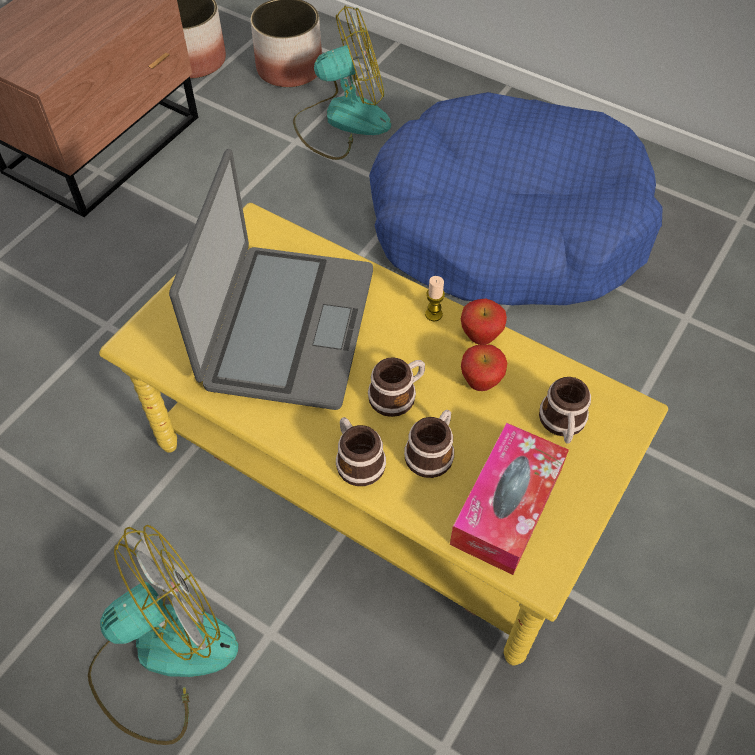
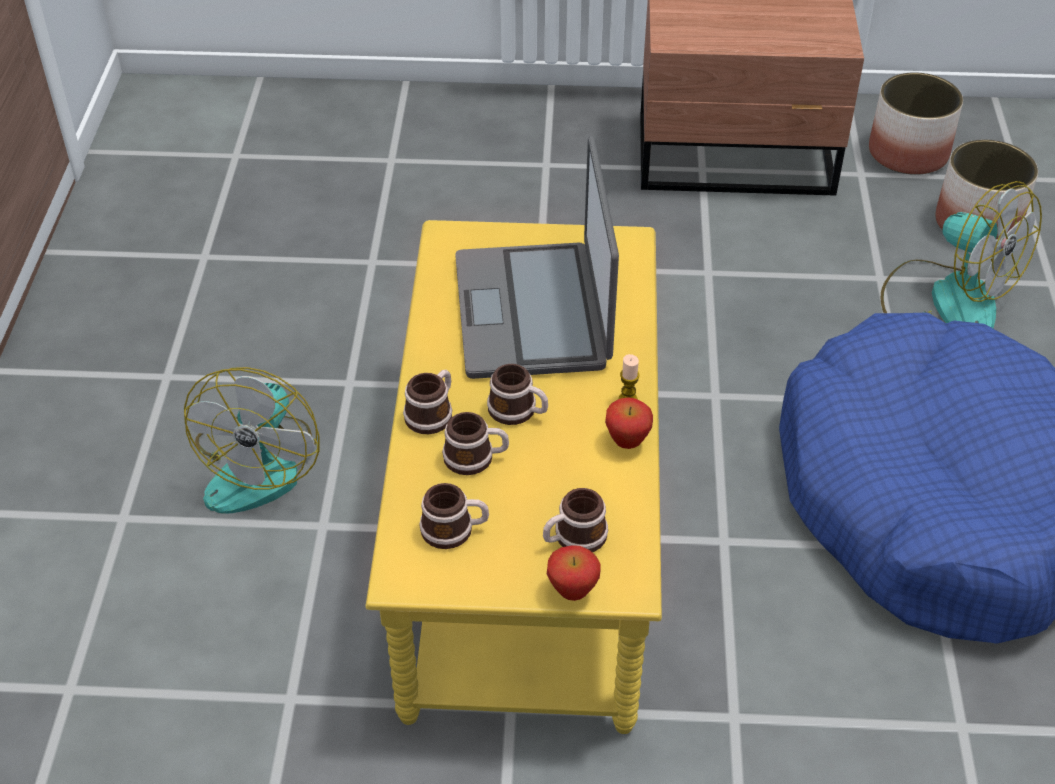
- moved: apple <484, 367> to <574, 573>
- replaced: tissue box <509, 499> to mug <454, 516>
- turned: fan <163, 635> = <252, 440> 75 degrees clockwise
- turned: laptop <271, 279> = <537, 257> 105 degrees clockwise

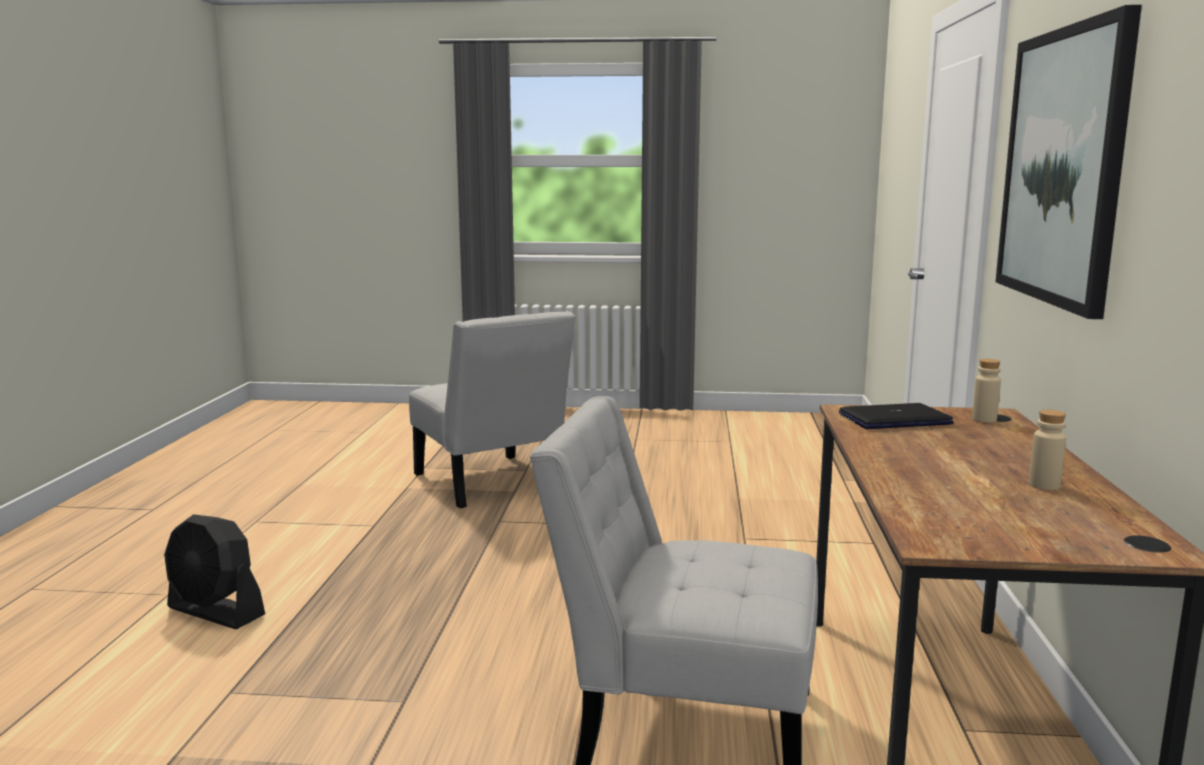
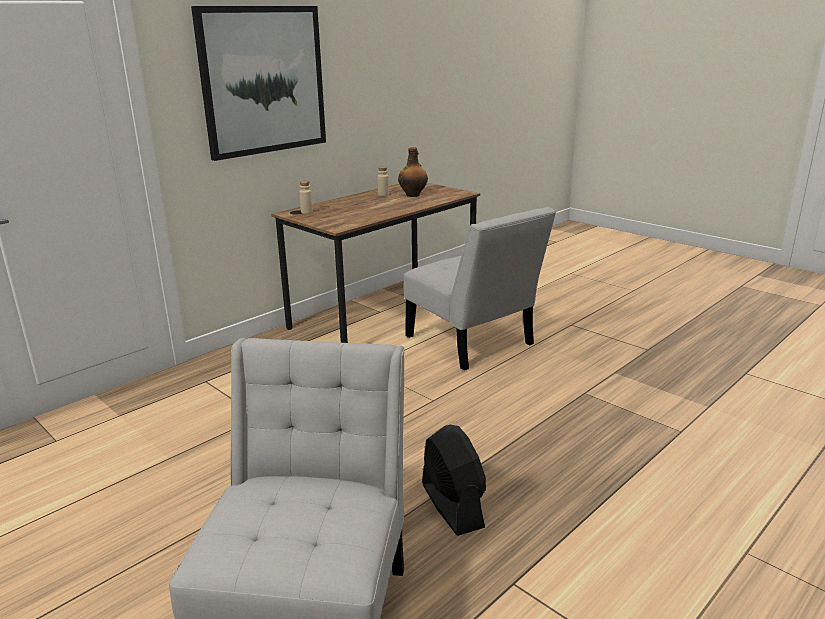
- removed: laptop <896, 416>
- added: bottle <413, 172>
- moved: fan in black <214, 571> to <454, 480>

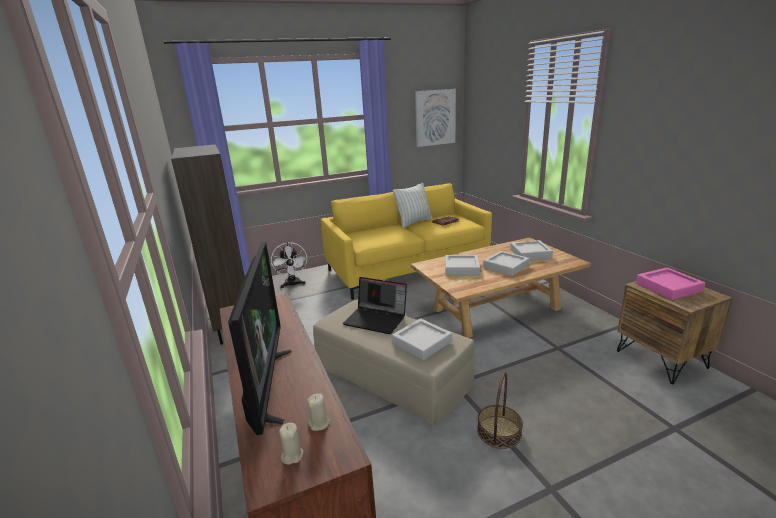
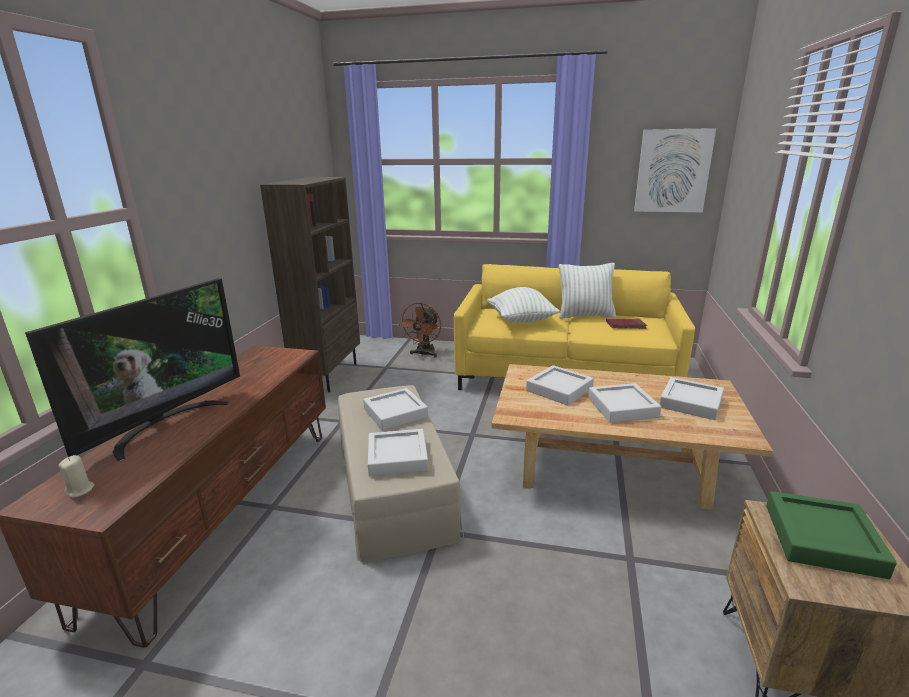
- removed: candle in beige <318, 412>
- removed: basket <500, 410>
- added: pillow <523, 304>
- replaced: laptop <375, 305> to tray in grey <395, 409>
- recoloured: fan in white <289, 265> to fan in brown <420, 330>
- recoloured: tray in pink <670, 283> to tray in green <831, 535>

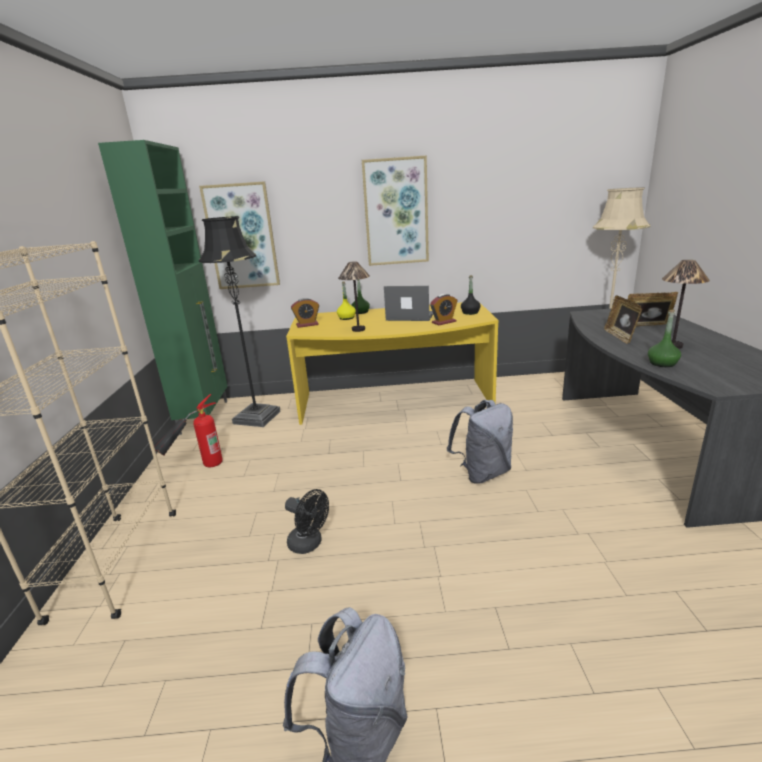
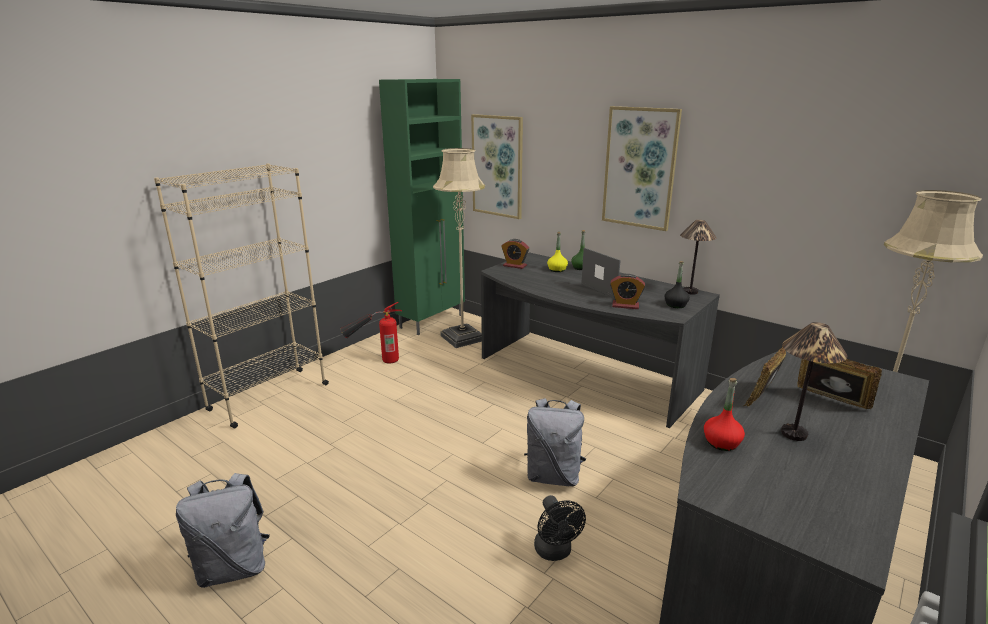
- moved: fan in black <307, 521> to <560, 528>
- moved: table lamp <354, 296> to <698, 257>
- recoloured: floor lamp in black <240, 321> to floor lamp in beige <459, 248>
- recoloured: desk in yellow <392, 363> to desk in grey <600, 340>
- recoloured: bottle in green <664, 338> to bottle in red <724, 414>

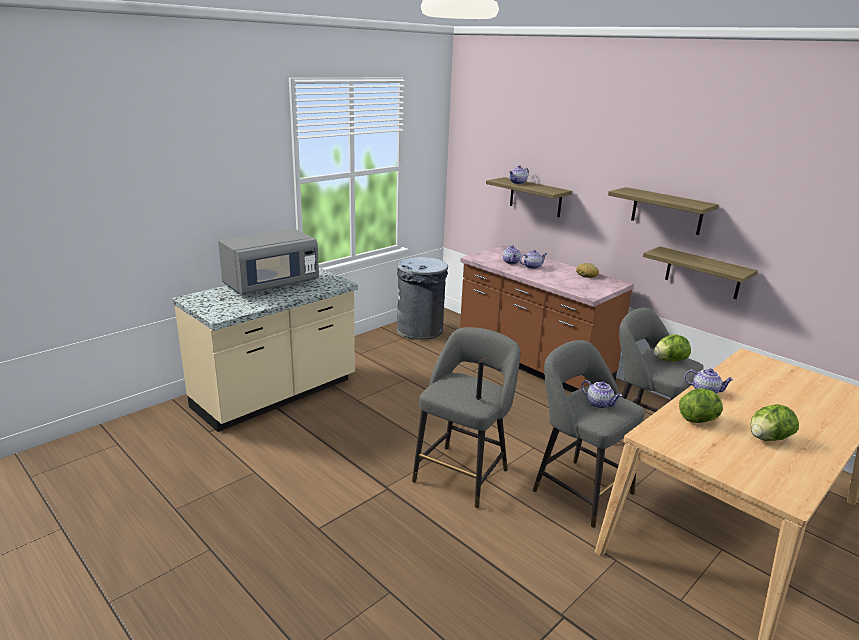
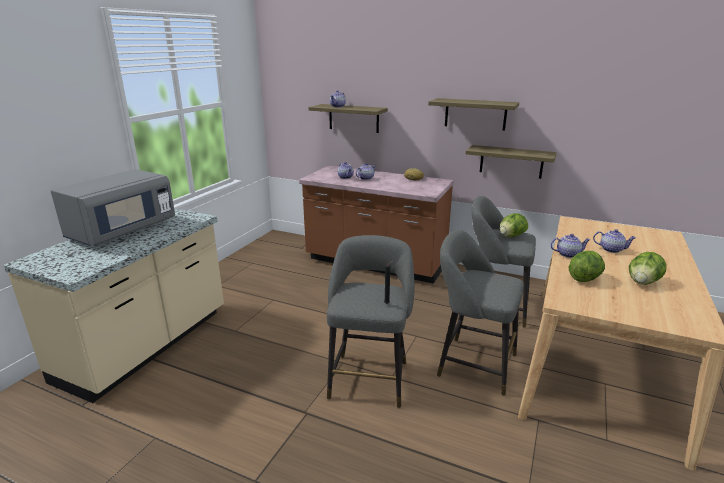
- removed: trash can in grey <422, 298>
- moved: teapot <601, 394> to <614, 241>

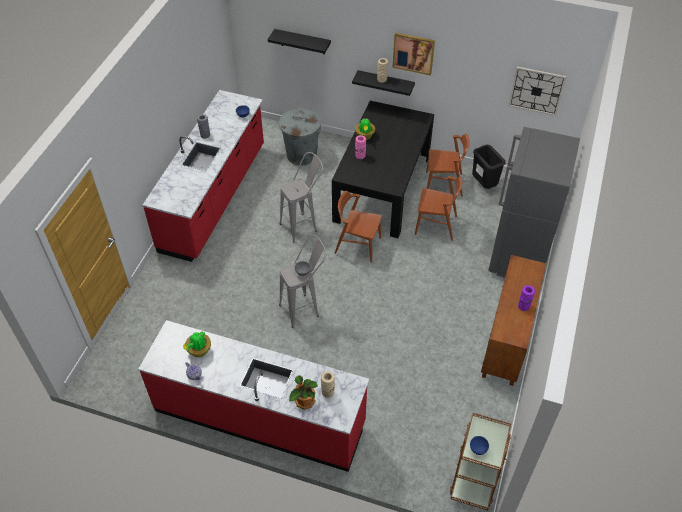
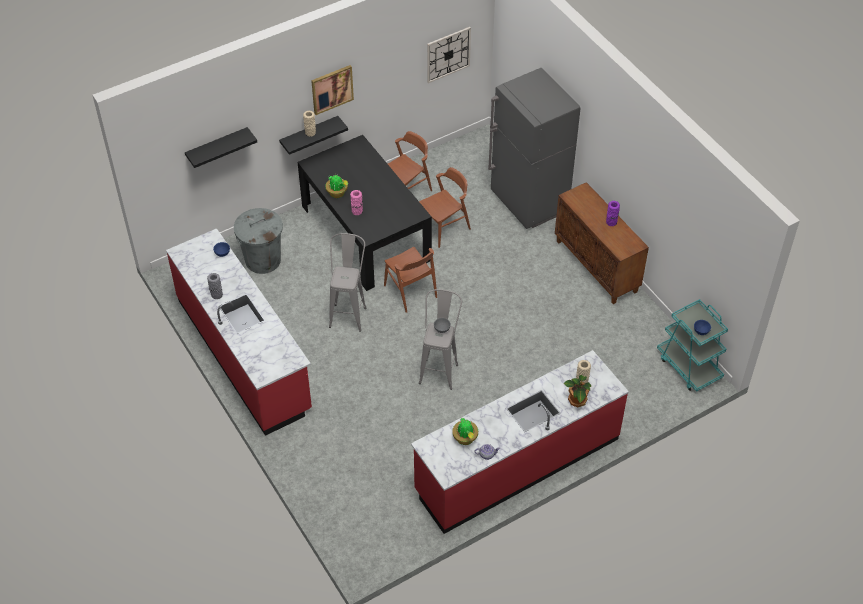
- removed: trash can in black <489, 167>
- recoloured: cart in brown <480, 462> to cart in turquoise <692, 345>
- turned: chair in brown <358, 227> = <410, 280> 90 degrees counterclockwise

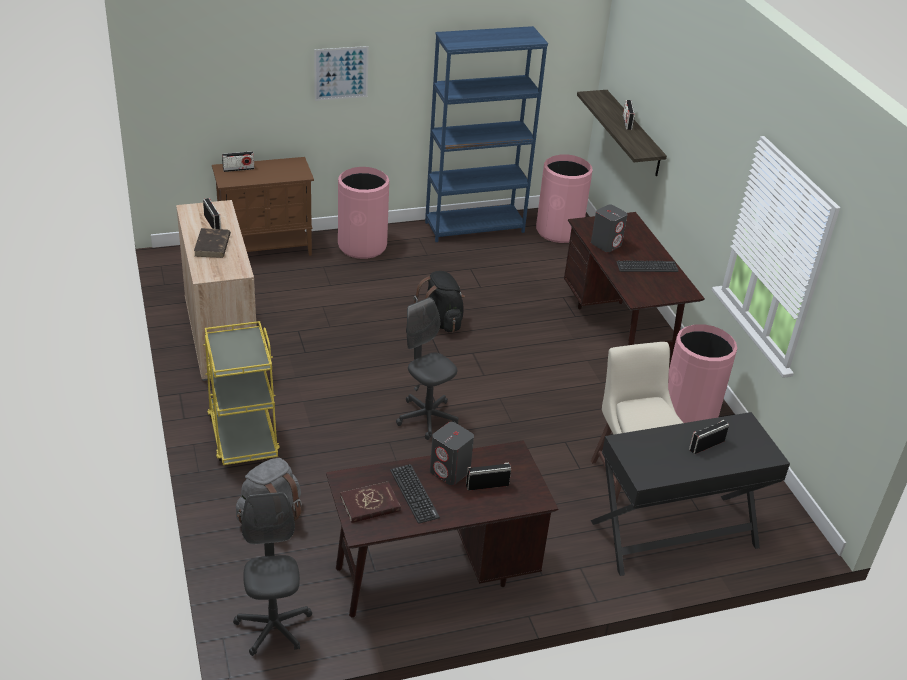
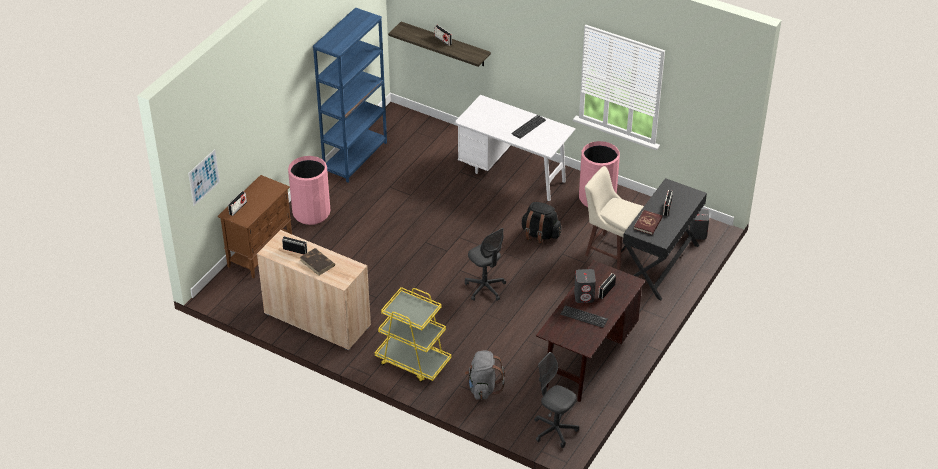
- removed: trash can in pink <564, 199>
- moved: picture <341, 73> to <204, 177>
- moved: book in red <370, 502> to <648, 222>
- moved: backpack in black <439, 301> to <541, 223>
- moved: speaker in grey <609, 228> to <699, 224>
- recoloured: desk in brown <634, 289> to desk in white <515, 148>
- turned: office chair in grey <427, 368> = <485, 264> 135 degrees counterclockwise

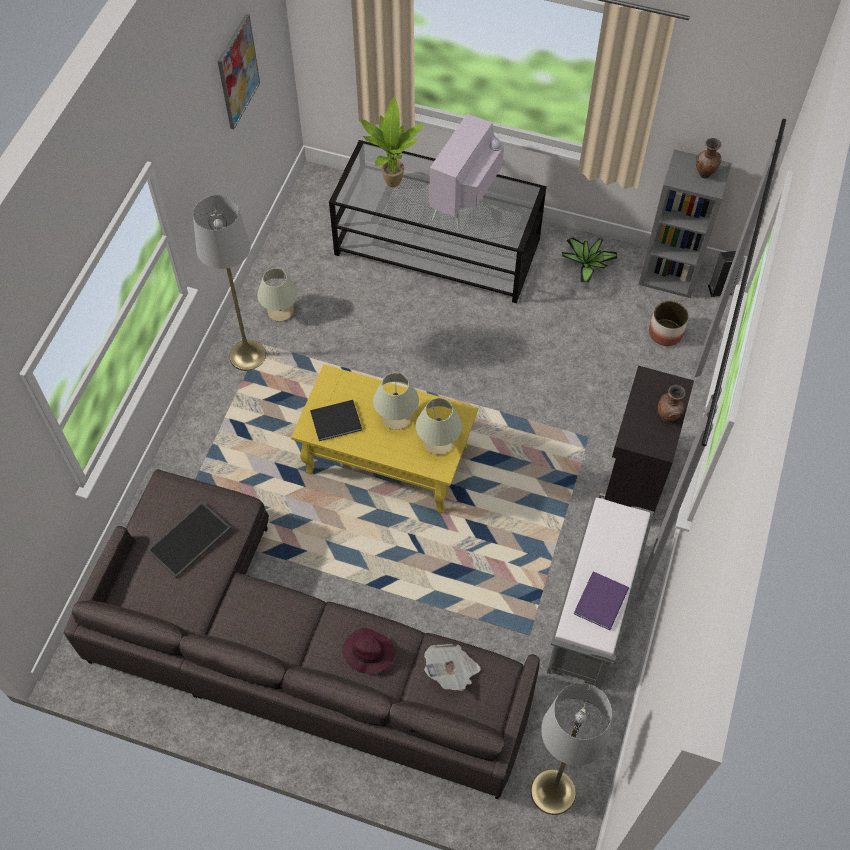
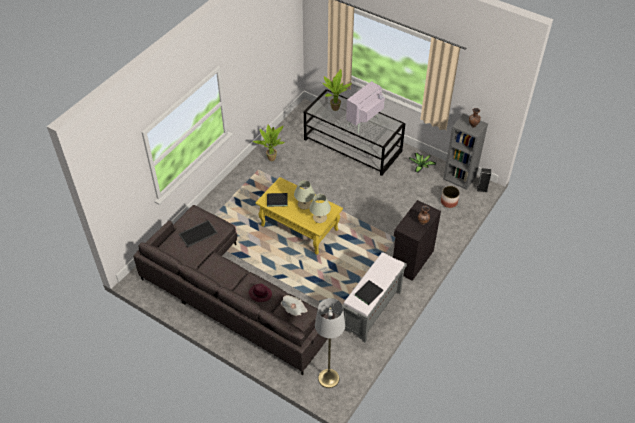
- removed: floor lamp in grey <229, 283>
- removed: picture <239, 71>
- replaced: table lamp in beige <277, 295> to potted plant <269, 142>
- recoloured: book in purple <601, 600> to book in black <369, 292>

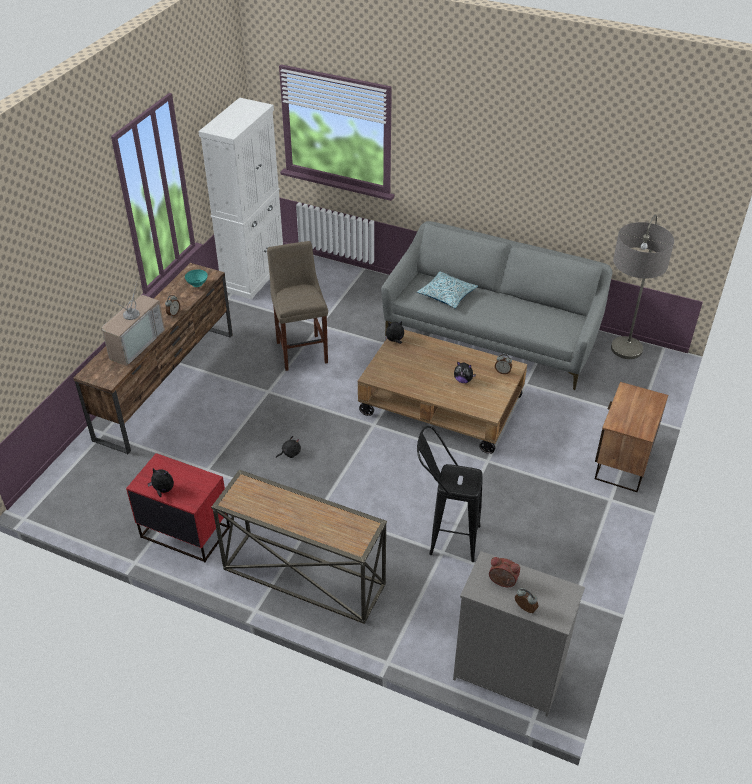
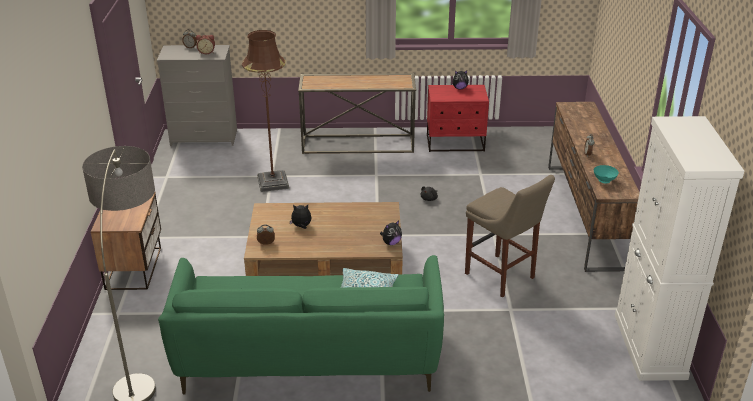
- removed: television <133, 322>
- replaced: stool in black <450, 494> to floor lamp in brown <265, 111>
- recoloured: sofa in grey <497, 305> to sofa in green <301, 325>

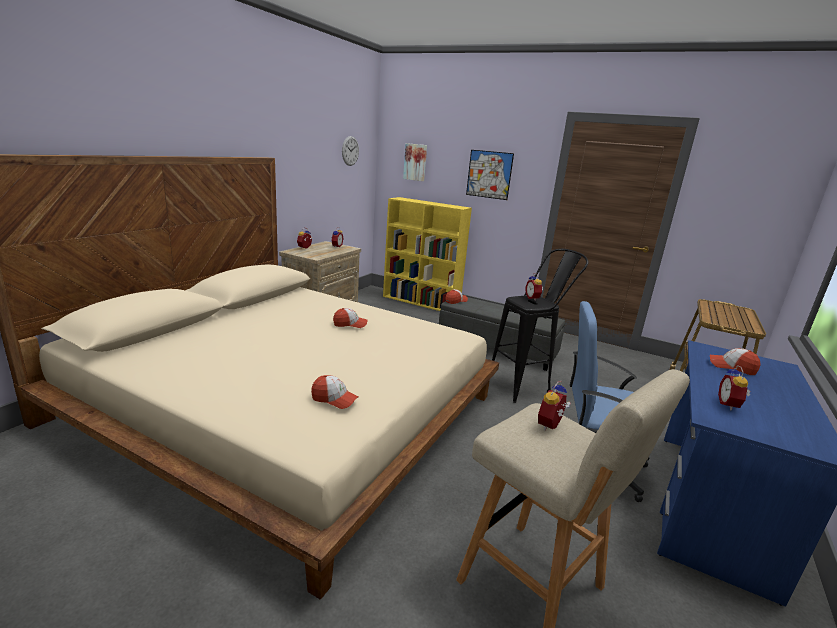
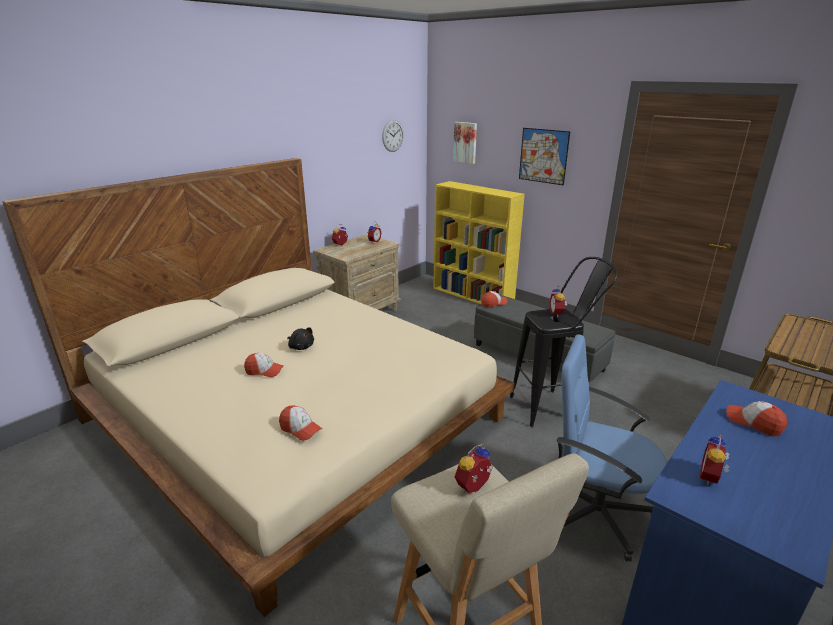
- added: plush toy in black <300, 338>
- moved: cap <350, 318> to <264, 365>

